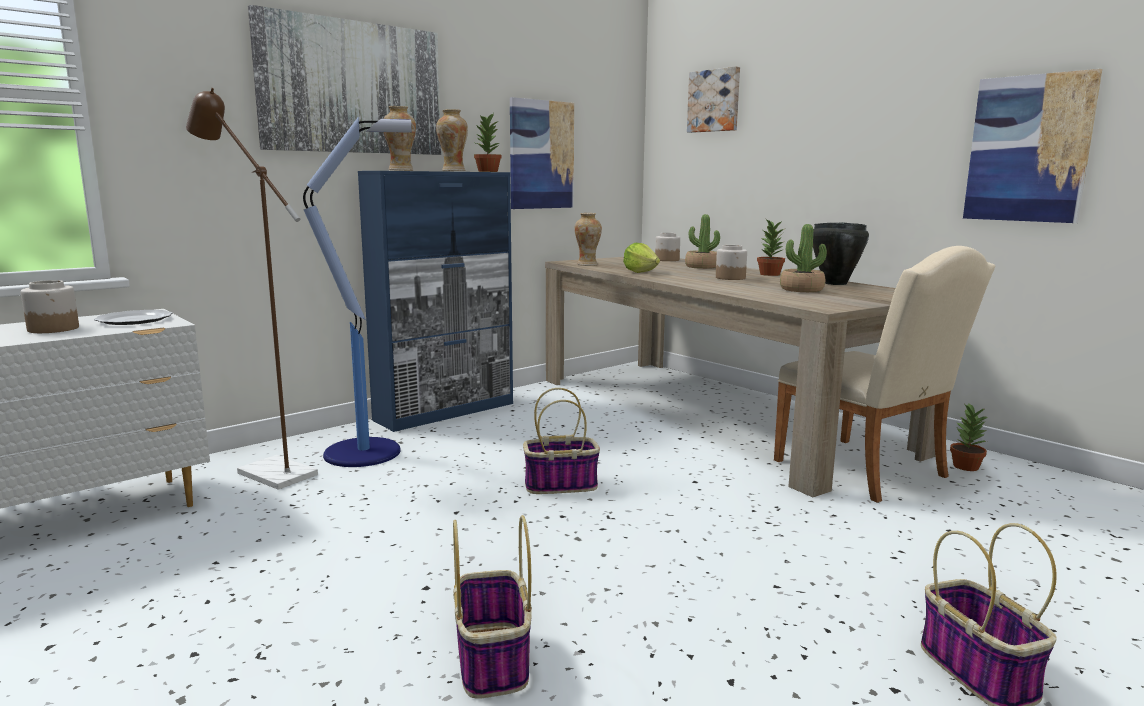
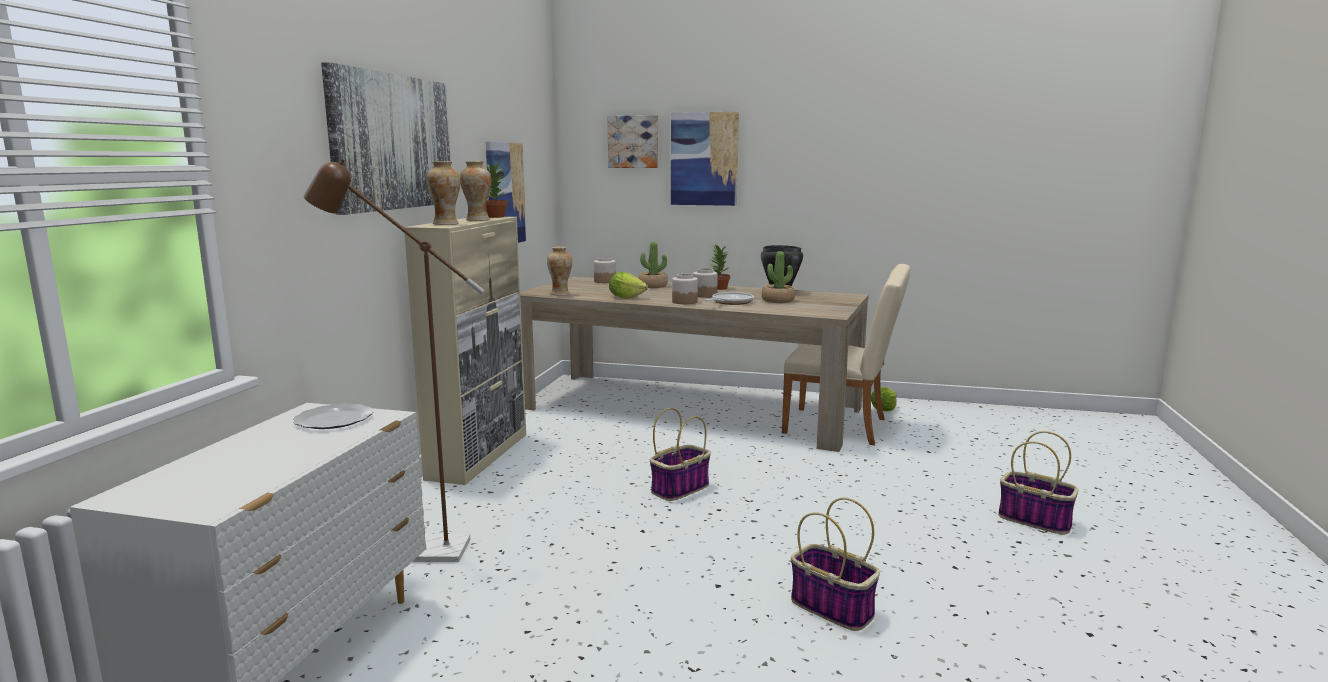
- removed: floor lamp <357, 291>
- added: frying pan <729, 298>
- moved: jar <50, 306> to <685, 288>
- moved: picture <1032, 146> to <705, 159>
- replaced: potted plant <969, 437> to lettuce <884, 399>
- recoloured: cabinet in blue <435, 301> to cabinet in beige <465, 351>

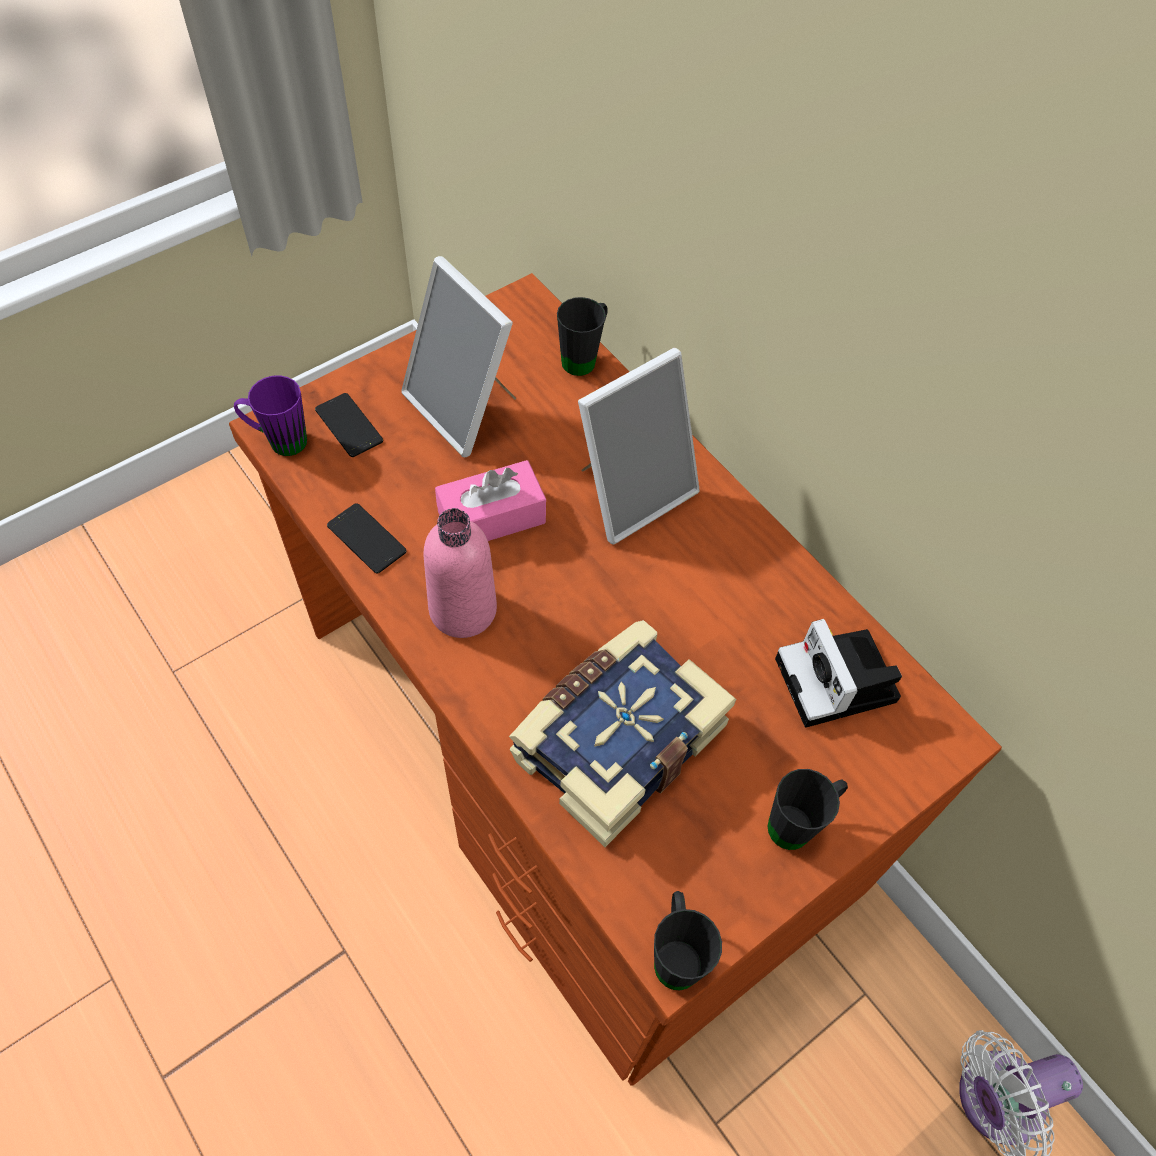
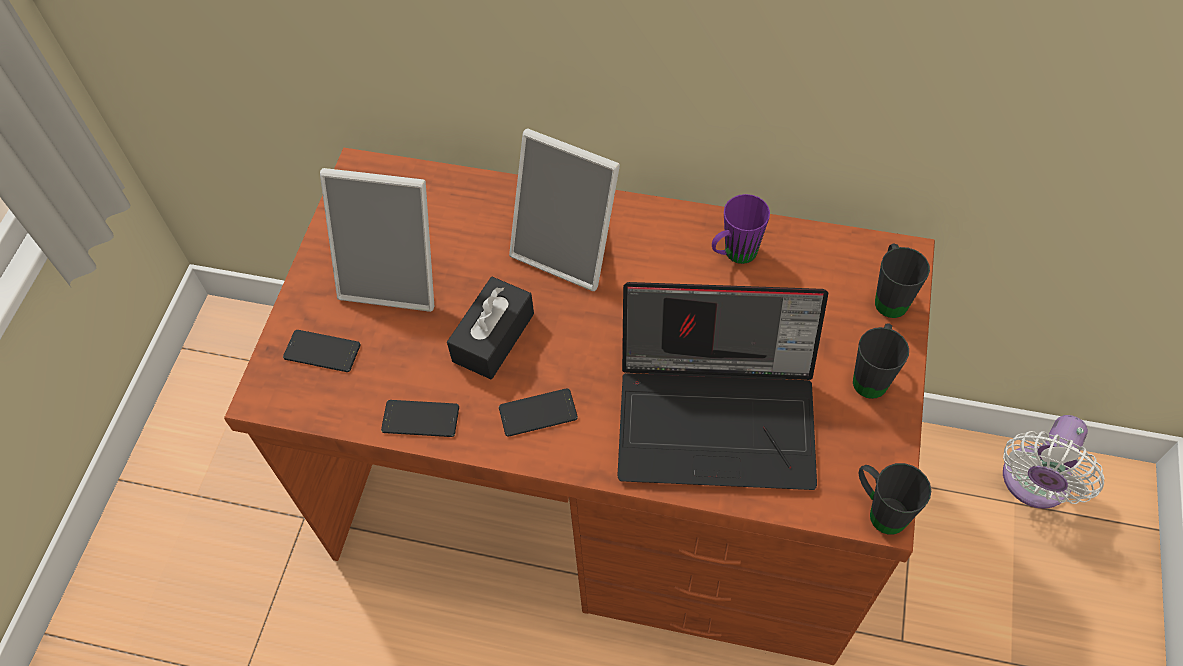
- removed: photo camera <838, 673>
- moved: mug in purple <270, 416> to <741, 229>
- moved: mug in black <582, 336> to <902, 280>
- replaced: bottle in pink <460, 573> to phone <538, 412>
- replaced: book <622, 733> to laptop <723, 386>
- recoloured: tissue box in pink <490, 500> to tissue box in black <490, 328>
- turned: picture frame <639, 446> = <564, 210> 105 degrees clockwise

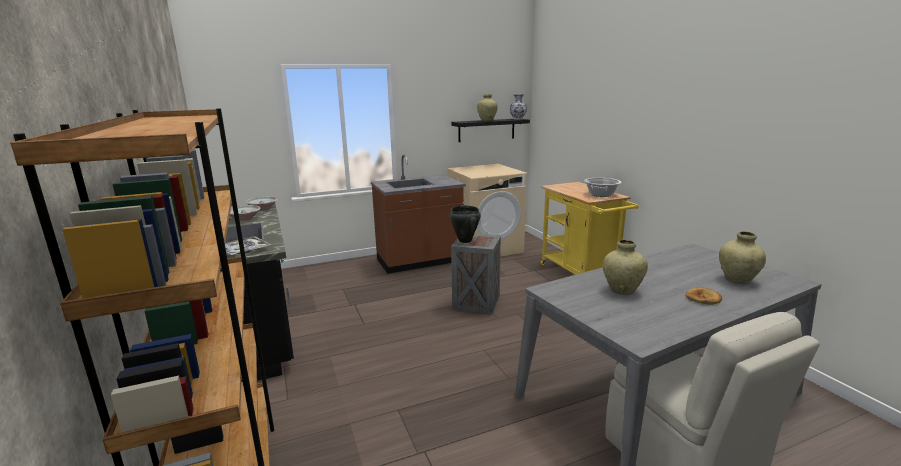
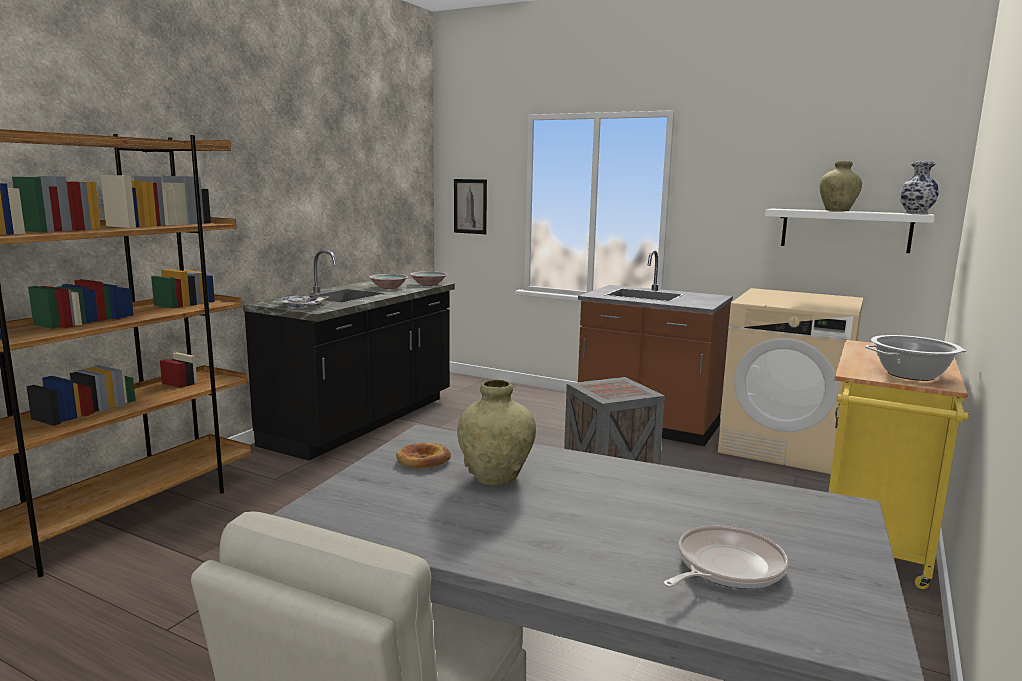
- removed: cooking pot in black <465, 224>
- added: picture <470, 206>
- moved: bread <704, 296> to <423, 456>
- replaced: vase in beige <742, 257> to frying pan <725, 557>
- recoloured: shelf in black <490, 130> to shelf in white <850, 230>

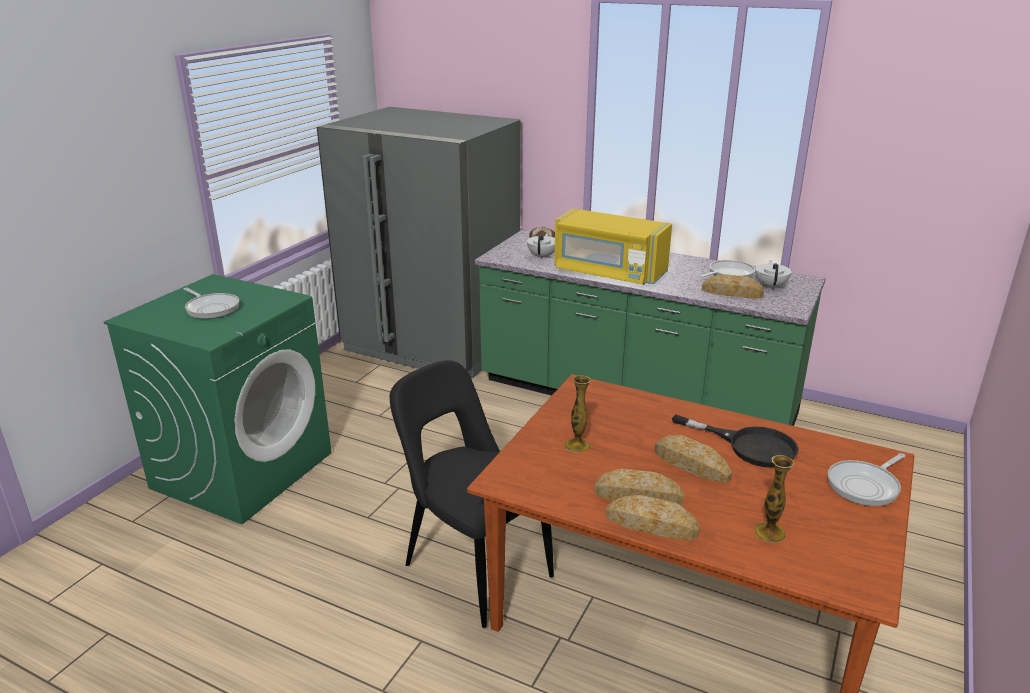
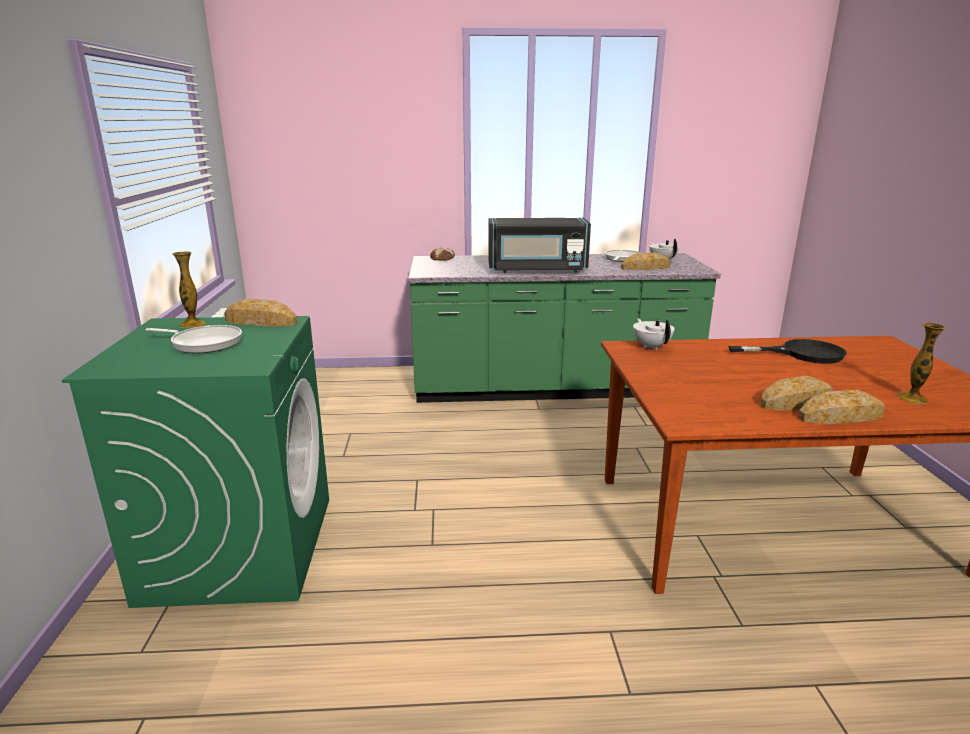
- removed: fridge in grey <418, 242>
- removed: chair in black <472, 494>
- removed: frying pan <866, 479>
- moved: teapot in white <541, 246> to <654, 334>
- moved: vase <577, 414> to <189, 290>
- moved: bread <693, 459> to <261, 312>
- recoloured: microwave in yellow <613, 246> to microwave in black <539, 245>

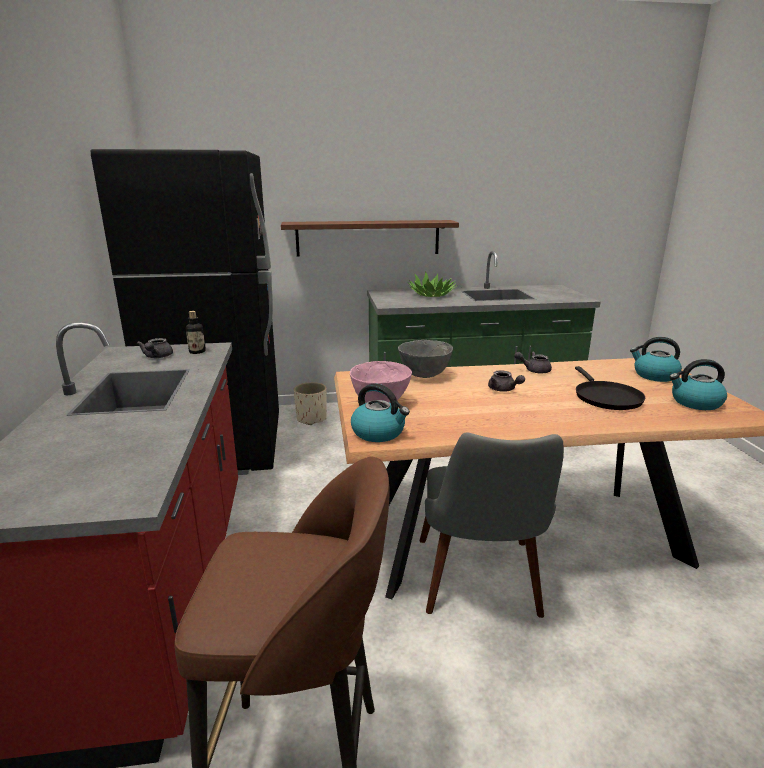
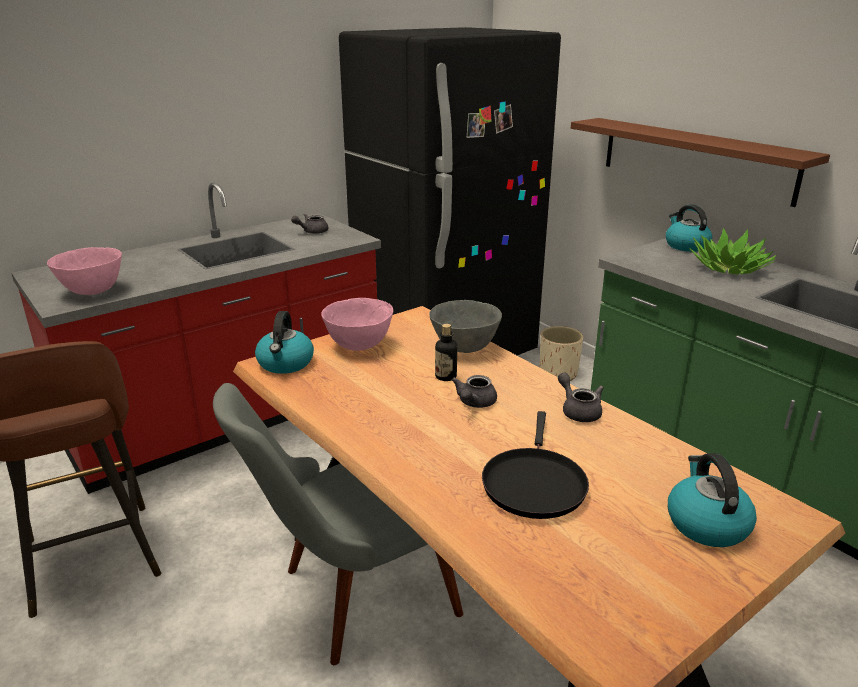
- added: bowl in pink <84, 271>
- moved: bottle <196, 332> to <446, 352>
- moved: kettle <698, 384> to <689, 228>
- turned: frying pan in black <610, 388> = <535, 465> 45 degrees counterclockwise

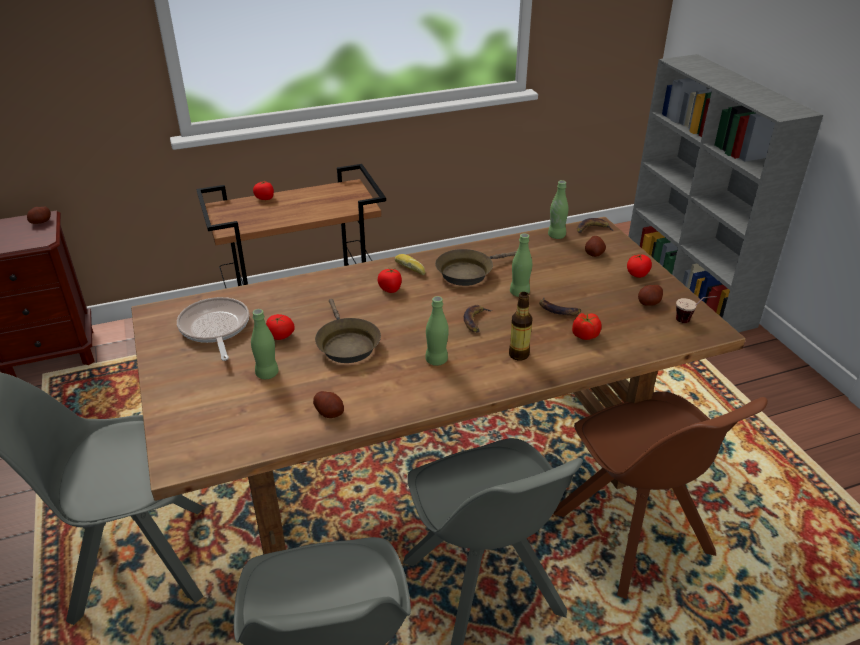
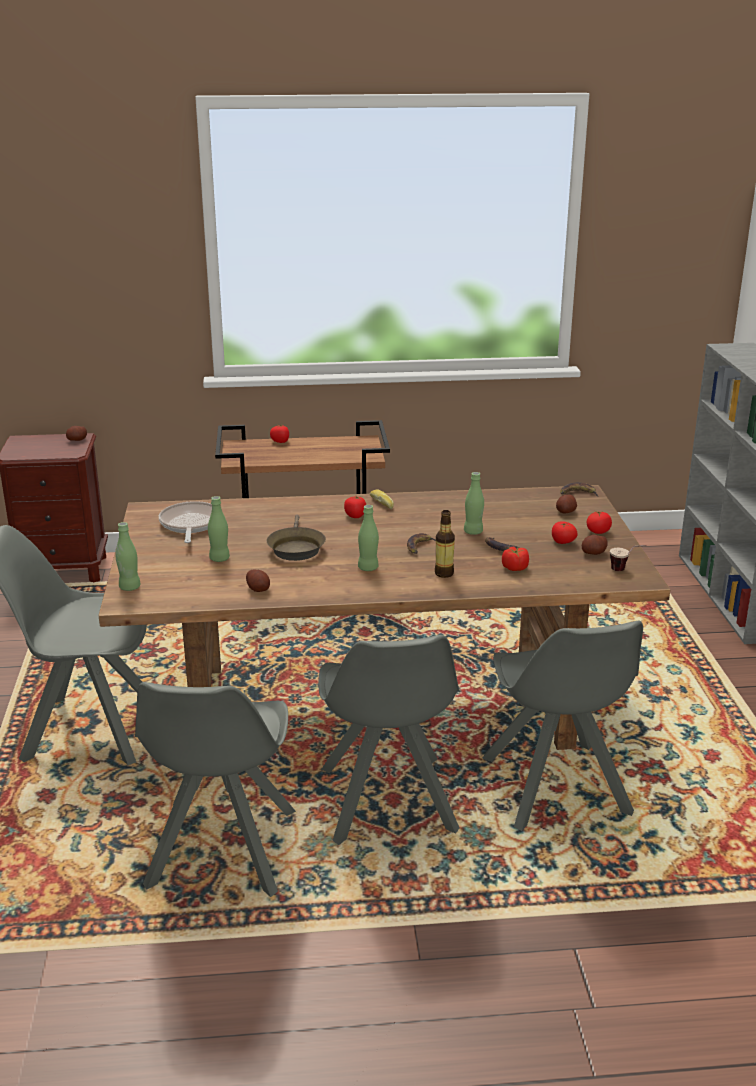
- removed: frying pan in brown <476, 267>
- moved: tomato <280, 327> to <565, 533>
- moved: bottle in green <558, 209> to <128, 556>
- recoloured: chair in brown <660, 495> to chair in grey <562, 725>

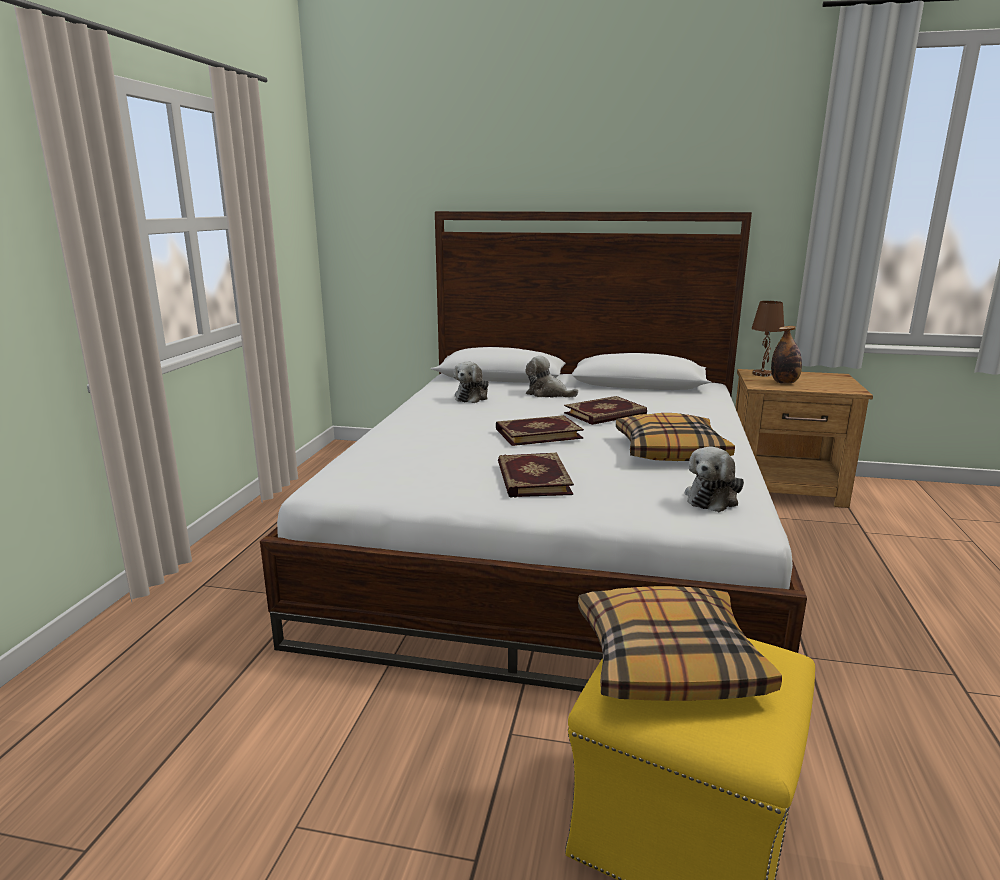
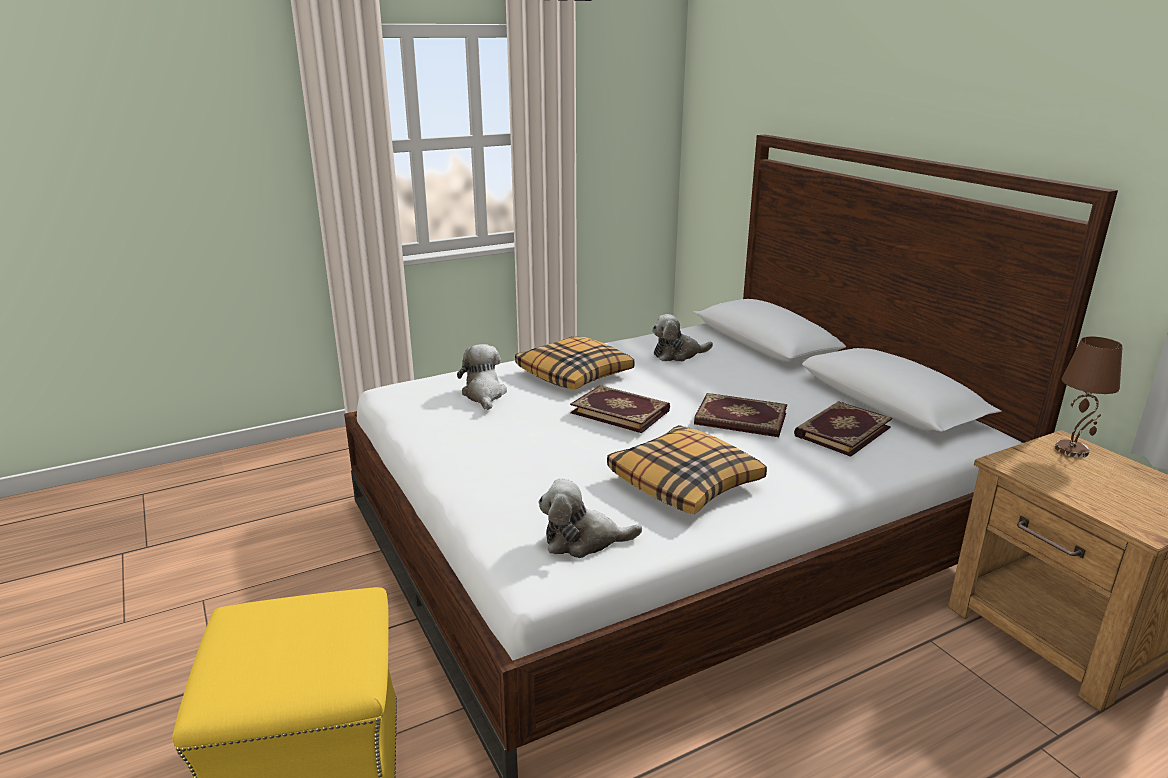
- removed: bottle <786, 355>
- moved: book <536, 475> to <843, 429>
- moved: plush toy <551, 377> to <482, 377>
- moved: pillow <680, 643> to <575, 362>

